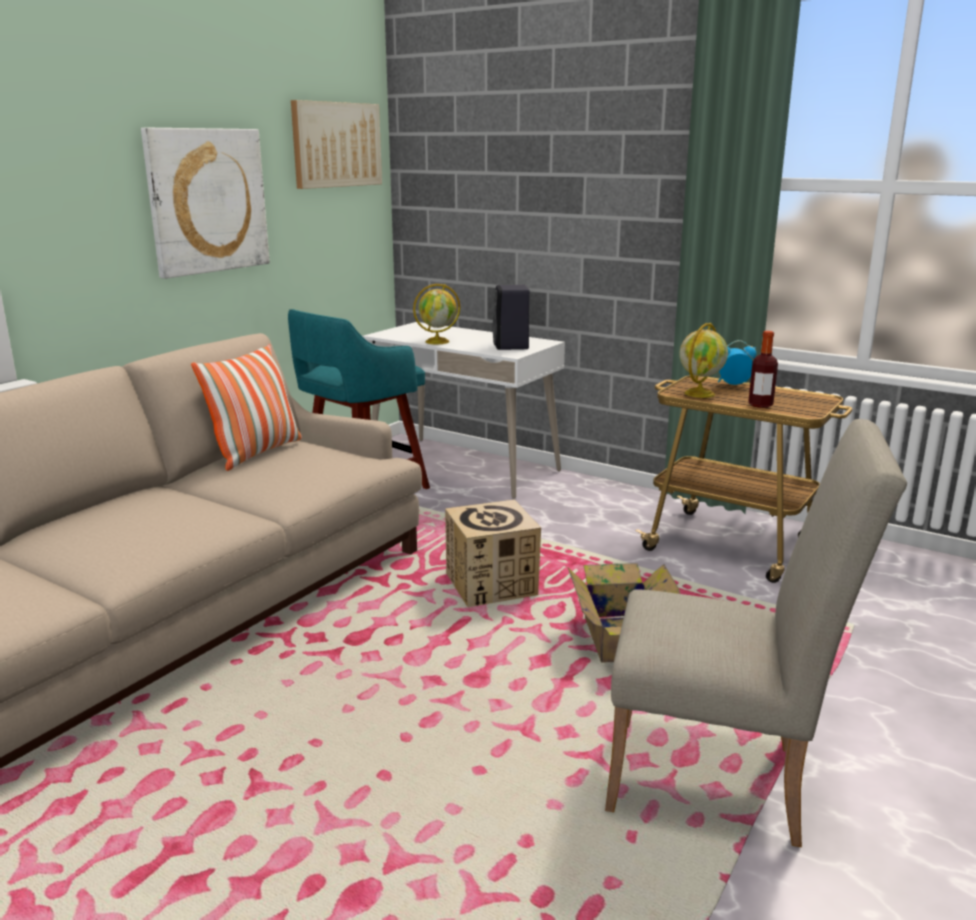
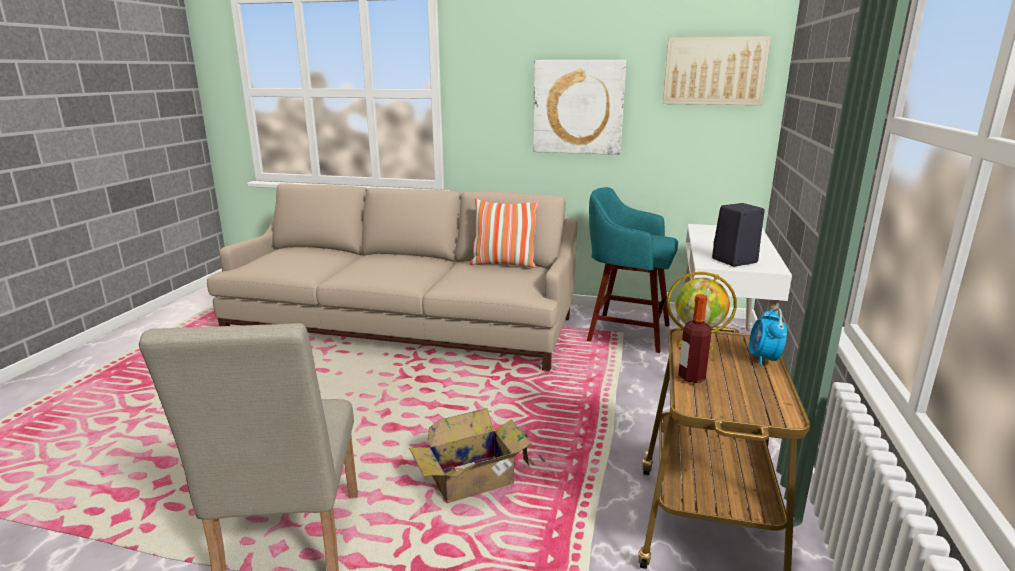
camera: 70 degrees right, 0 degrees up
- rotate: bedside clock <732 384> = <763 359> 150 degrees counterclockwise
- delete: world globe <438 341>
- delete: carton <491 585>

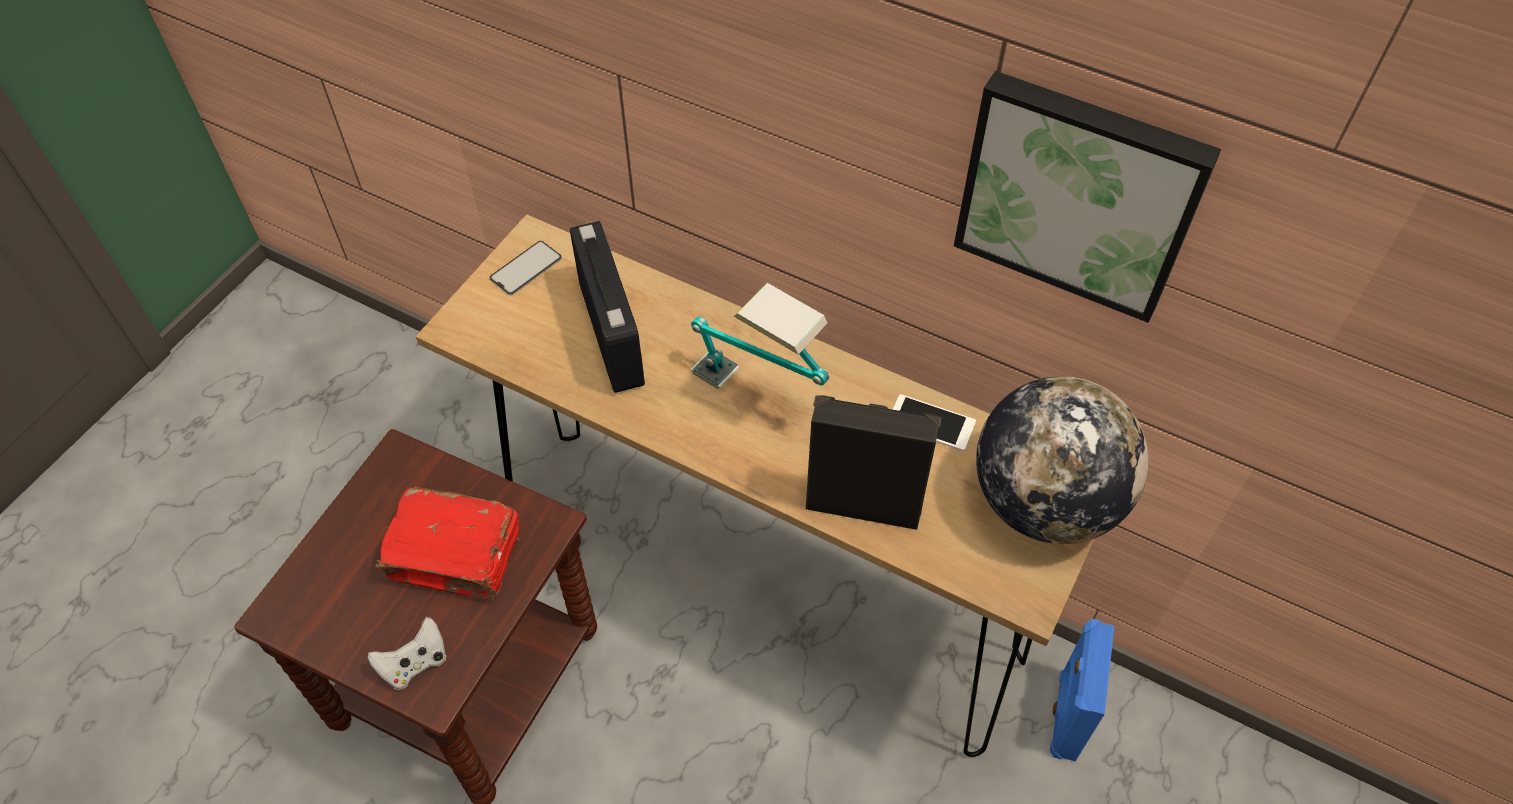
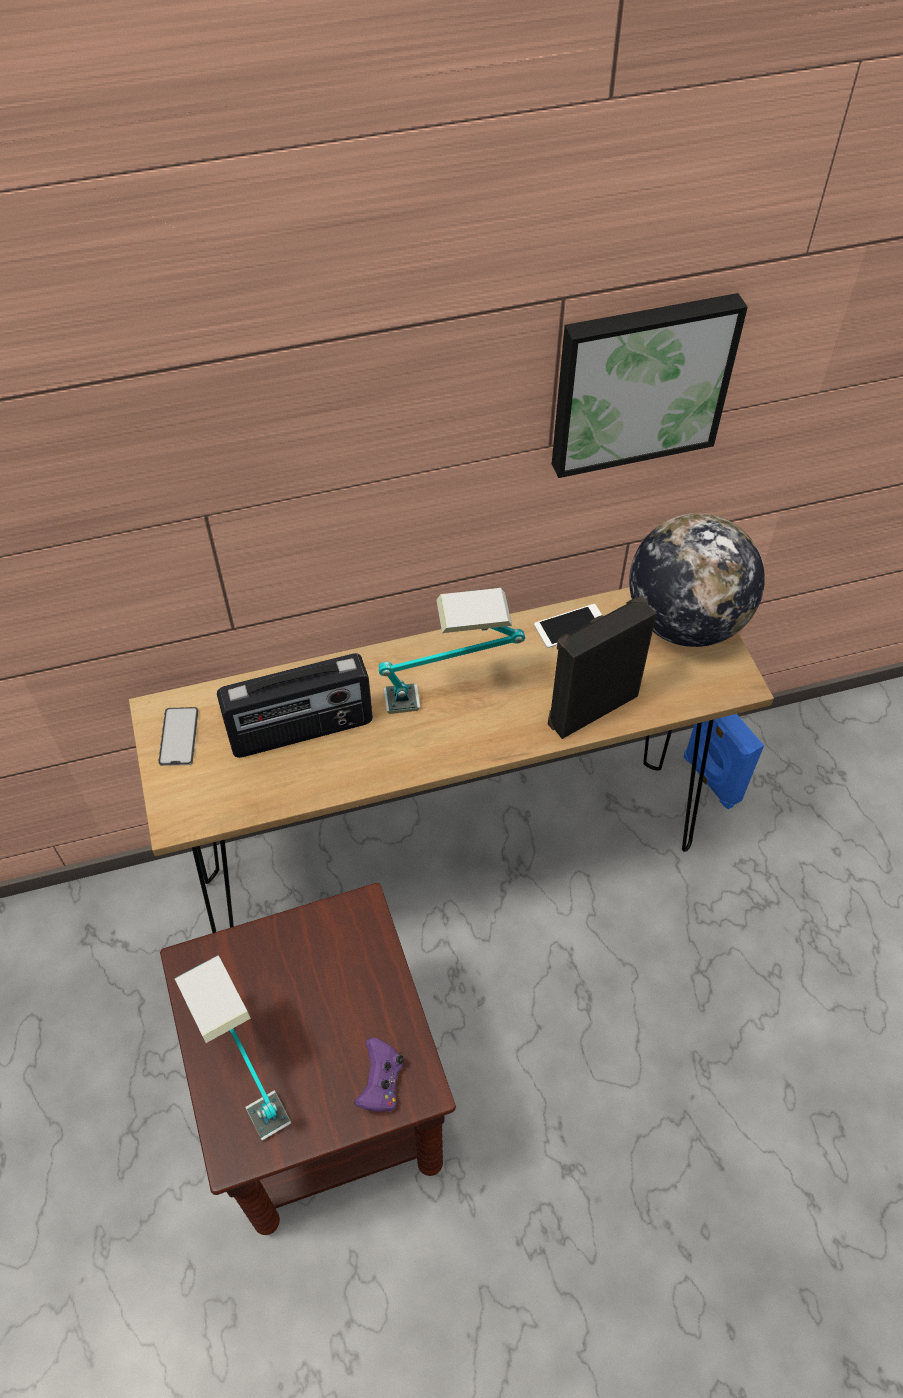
camera: 45 degrees left, 0 degrees up
- insert: tabletop lamp <245 1068>
- rotate: radio set <613 334> = <301 731> 135 degrees clockwise
- recolor: gamepad (whitish) <415 663> to gamepad (purplish) <381 1083>
- delete: bound book (reddish) <456 556>

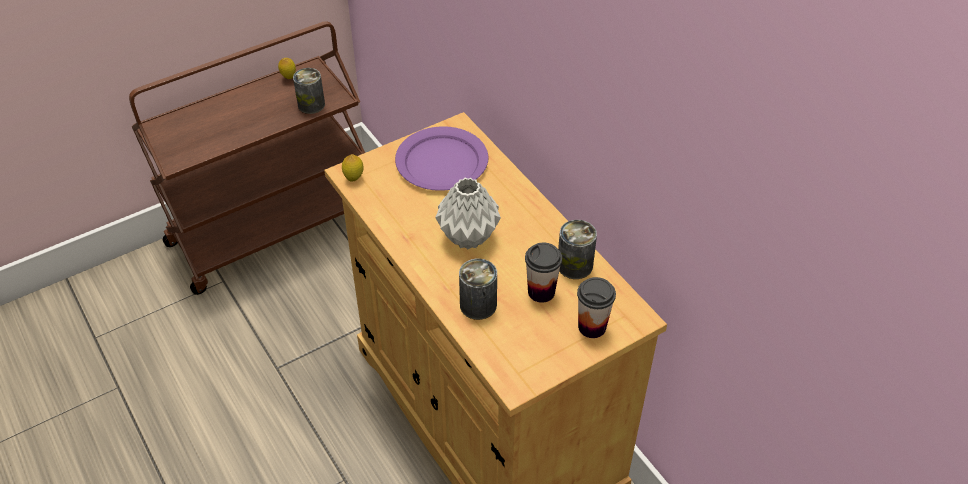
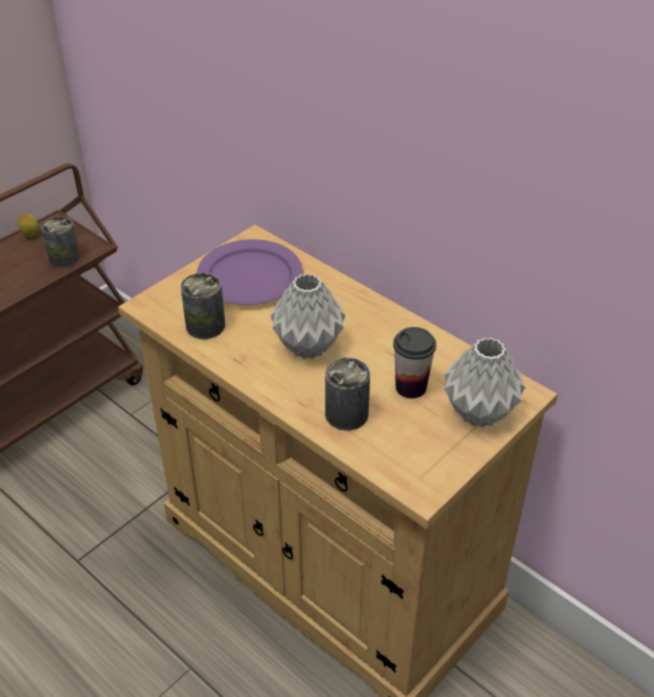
camera: 15 degrees left, 5 degrees down
- move: sealed can <575 265> to <205 326>
- replace: drinking cup <592 327> to flower vase (gray) <480 412>
- delete: citrus fruit <354 178>

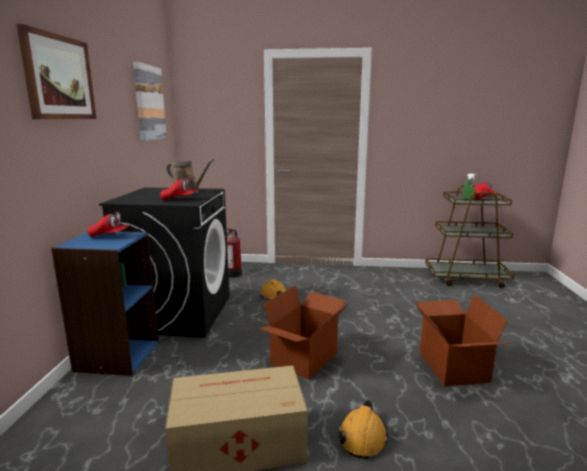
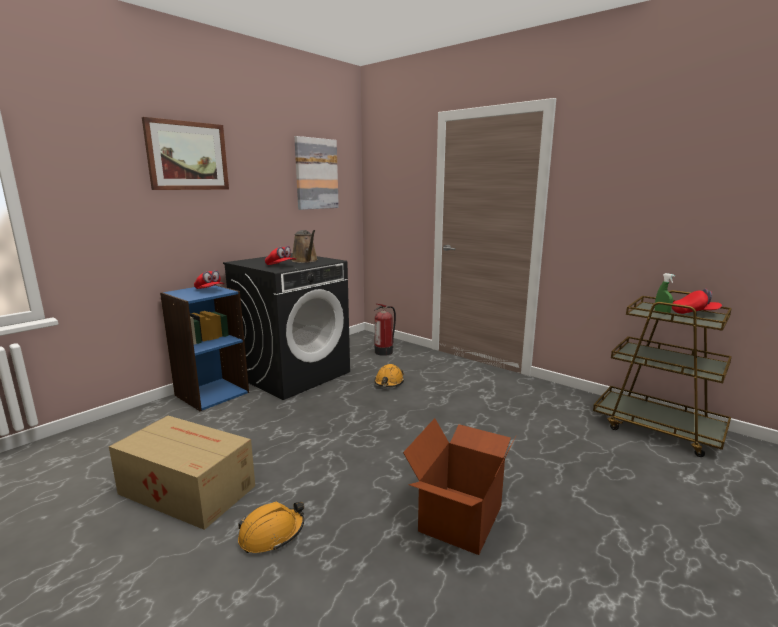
camera: 35 degrees right, 0 degrees up
- delete: carton <305 359>

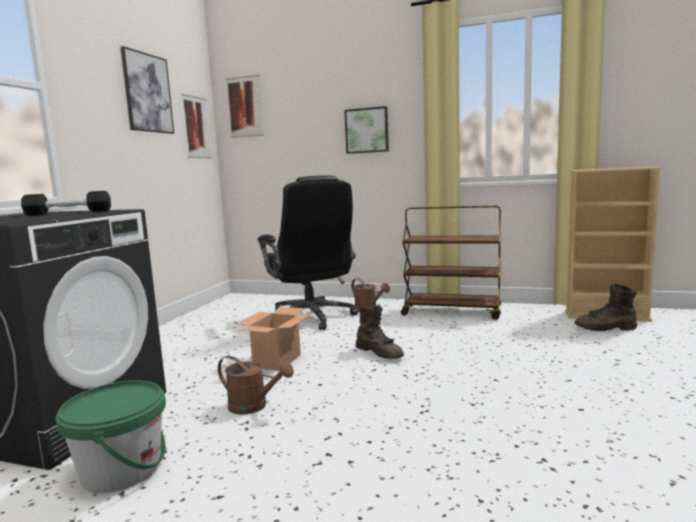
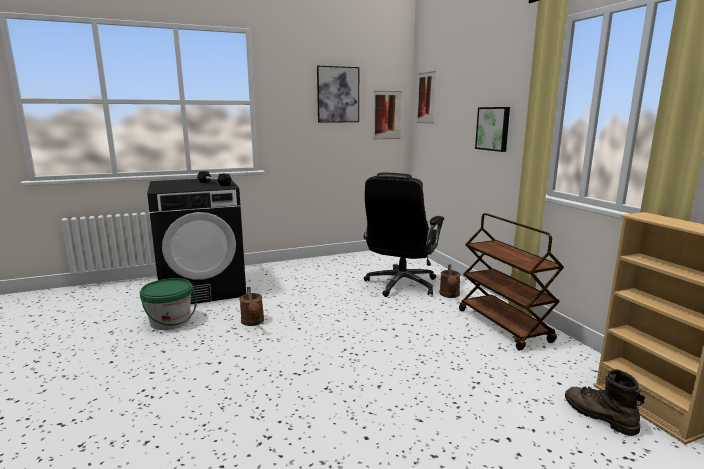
camera: 50 degrees right, 5 degrees up
- delete: carton <277 361>
- delete: high-top boot (brown-coloured) <380 353>

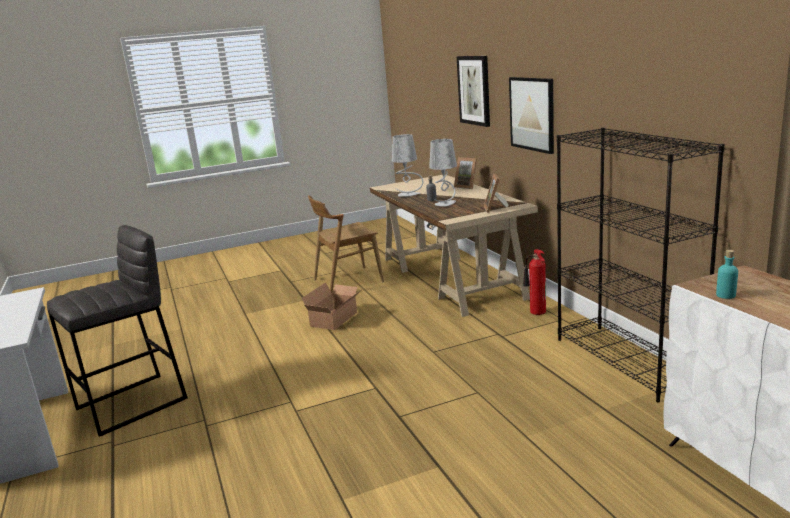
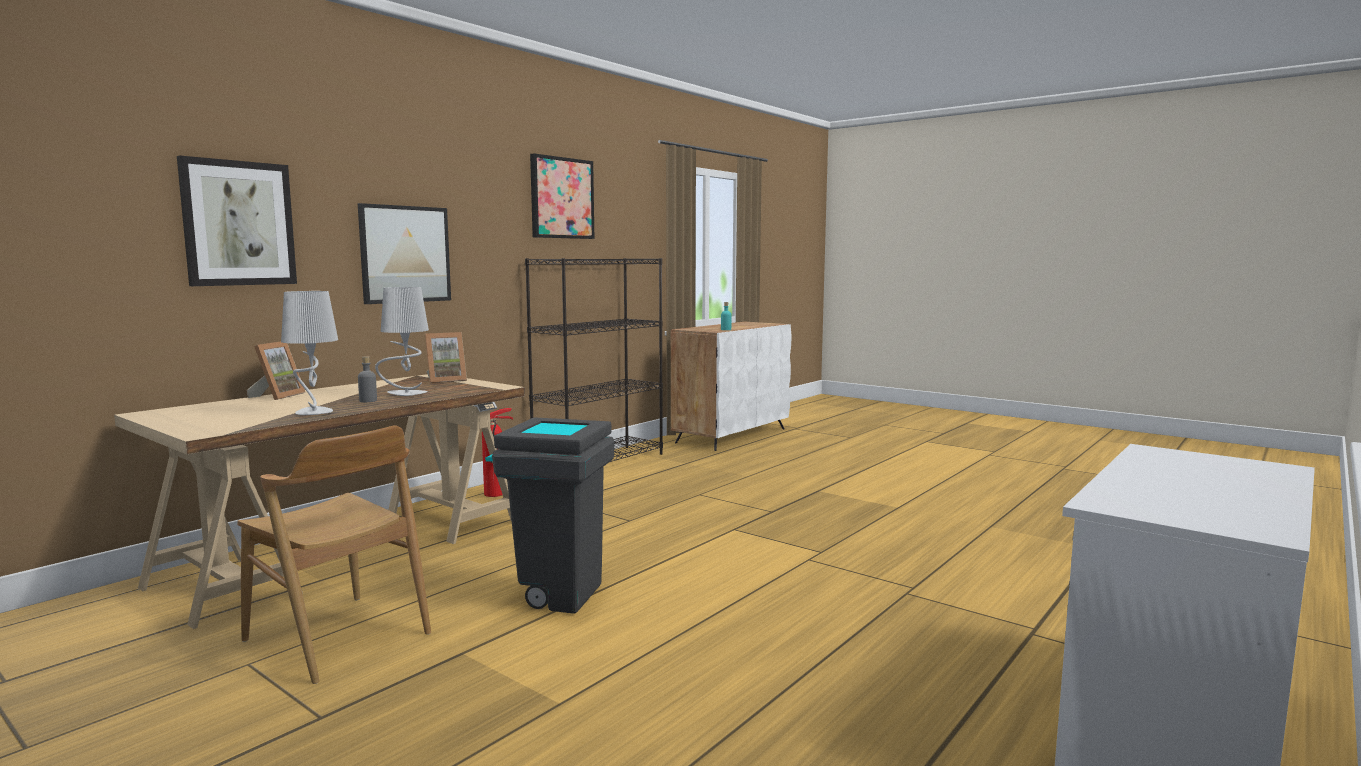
camera: 120 degrees left, 10 degrees down
- replace: carton <336 319> to rubbish bin (gray) <554 596>
- insert: wall picture <561 198>
- delete: stool (gray) <133 403>

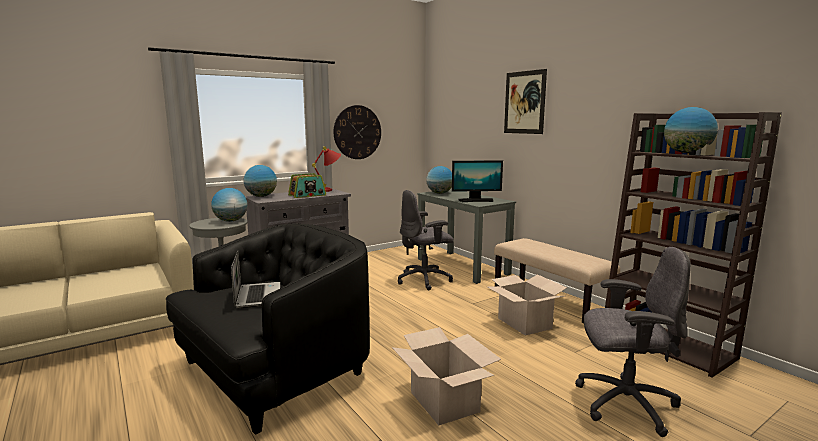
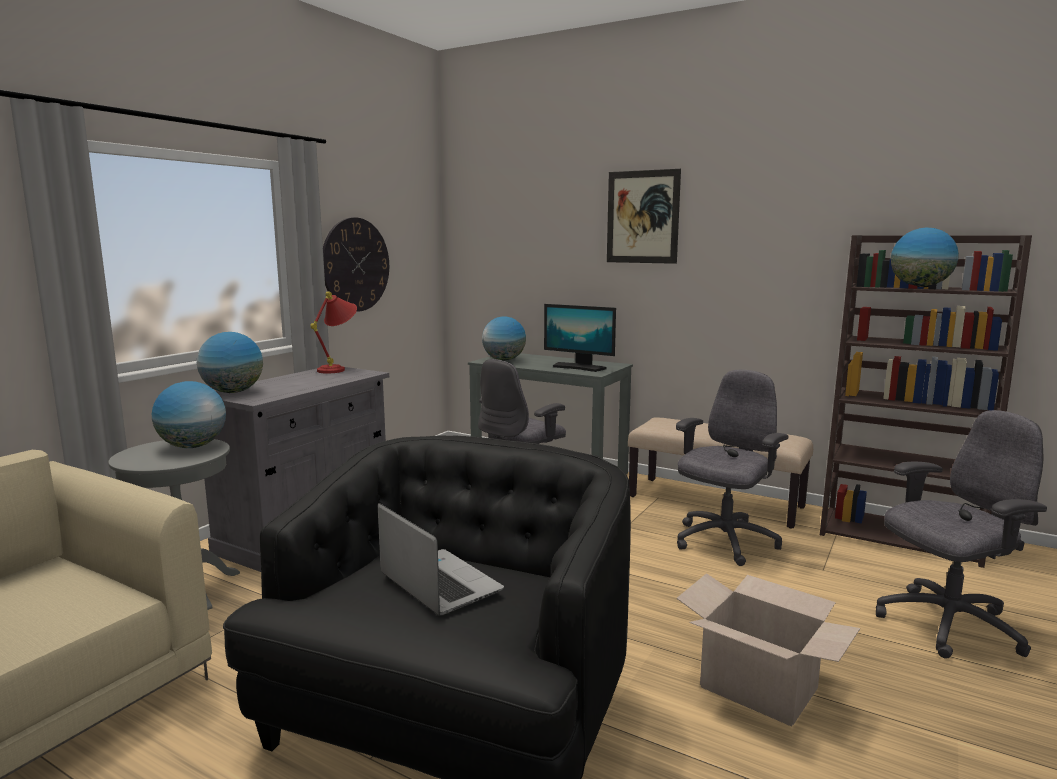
camera: 25 degrees left, 0 degrees up
- rotate: computer display <476 200> = <579 367> 60 degrees clockwise
- replace: carton <525 323> to office chair (gray) <724 542>
- delete: radio set <307 195>

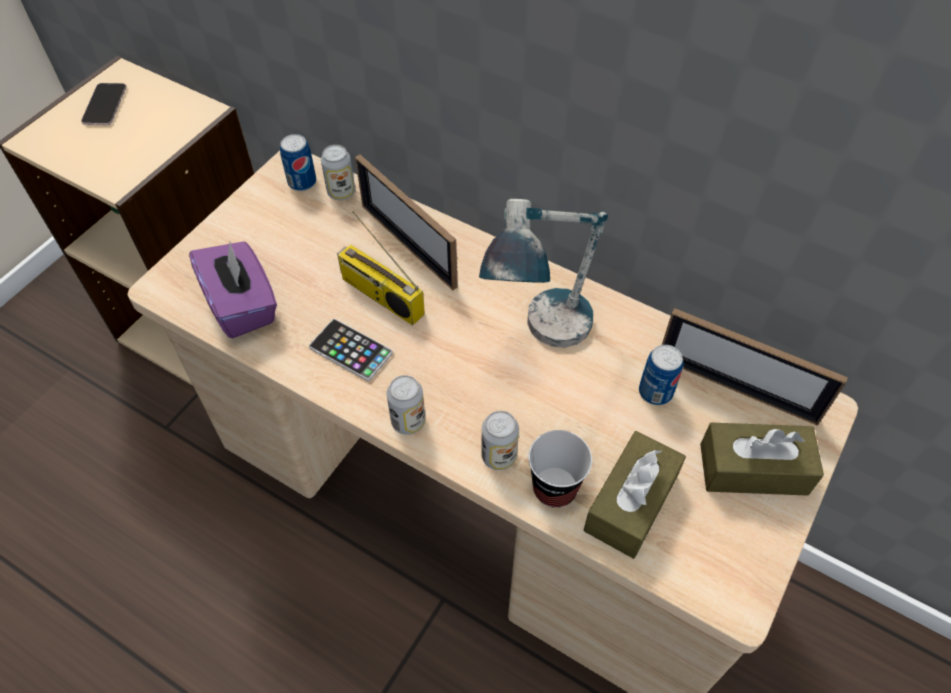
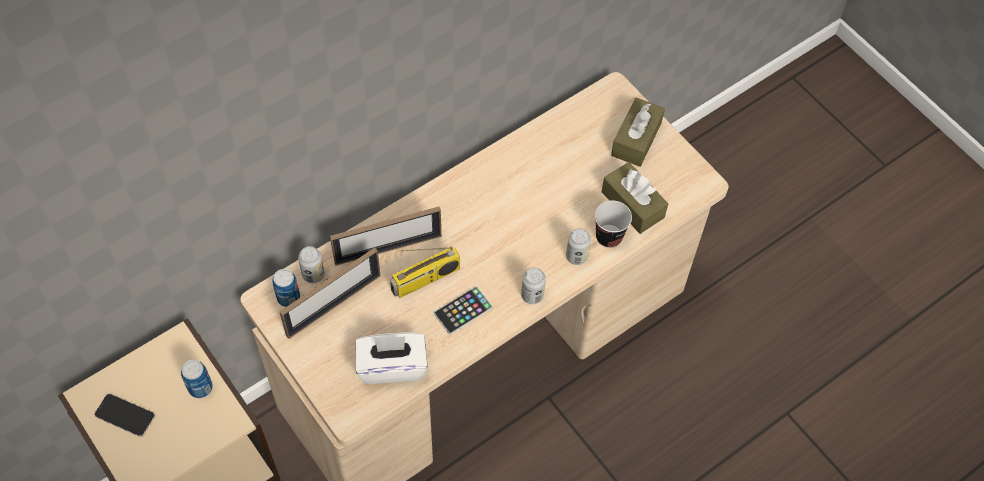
camera: 70 degrees left, 5 degrees up
- move: sealed can <655 392> to <200 387>
- move: standing frame <736 388> to <333 305>
- recolor: tissue holder (purplish) <242 305> to tissue holder (whitish) <392 366>
- delete: tabletop lamp <541 339>

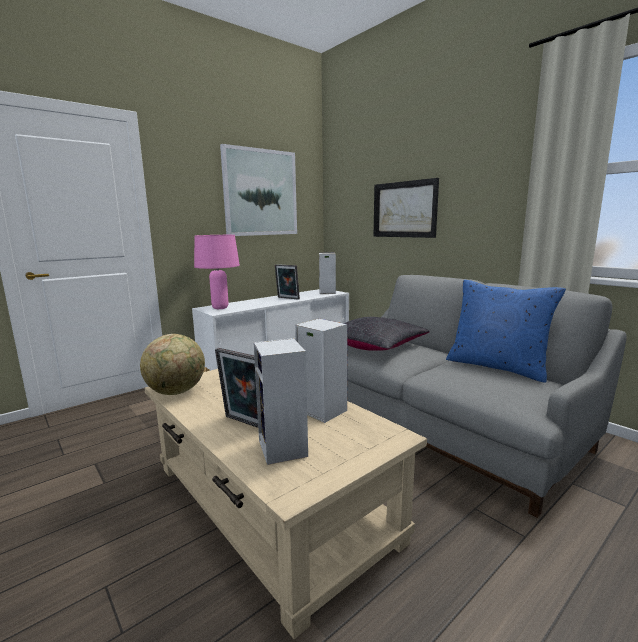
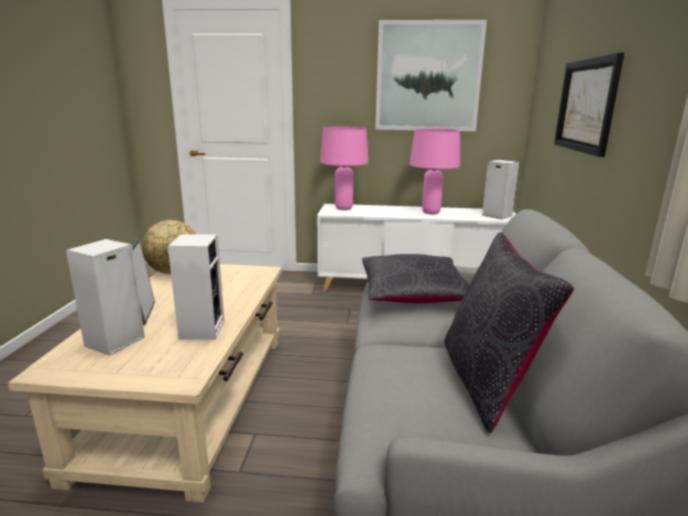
camera: 45 degrees right, 5 degrees up
- replace: standing frame <287 298> to tabletop lamp (pink) <431 213>
- recolor: throw pillow (blue) <497 366> to throw pillow (black-coloured) <487 381>

